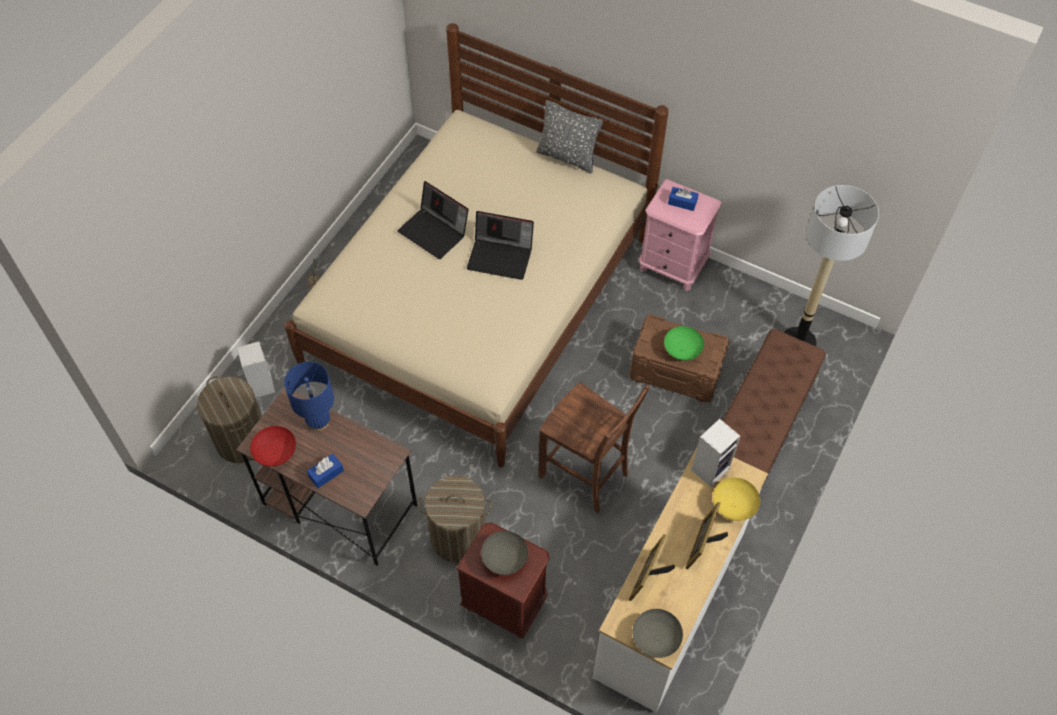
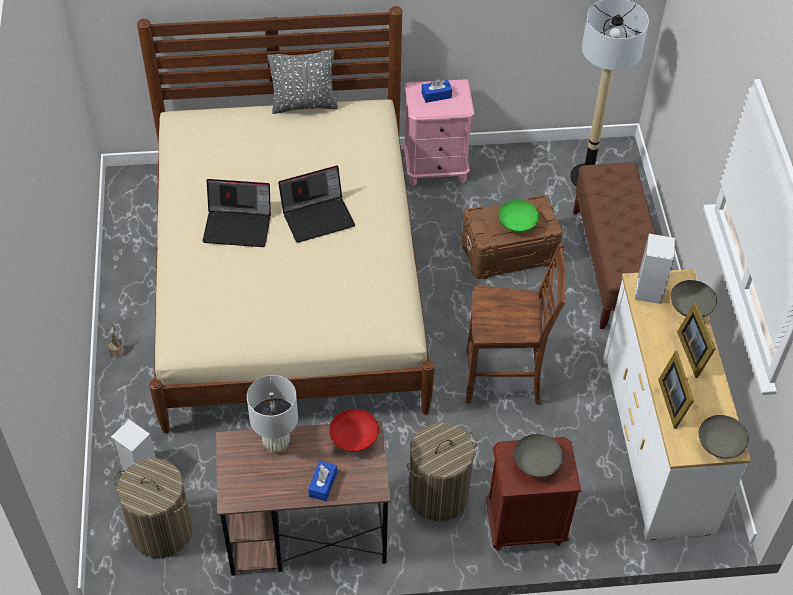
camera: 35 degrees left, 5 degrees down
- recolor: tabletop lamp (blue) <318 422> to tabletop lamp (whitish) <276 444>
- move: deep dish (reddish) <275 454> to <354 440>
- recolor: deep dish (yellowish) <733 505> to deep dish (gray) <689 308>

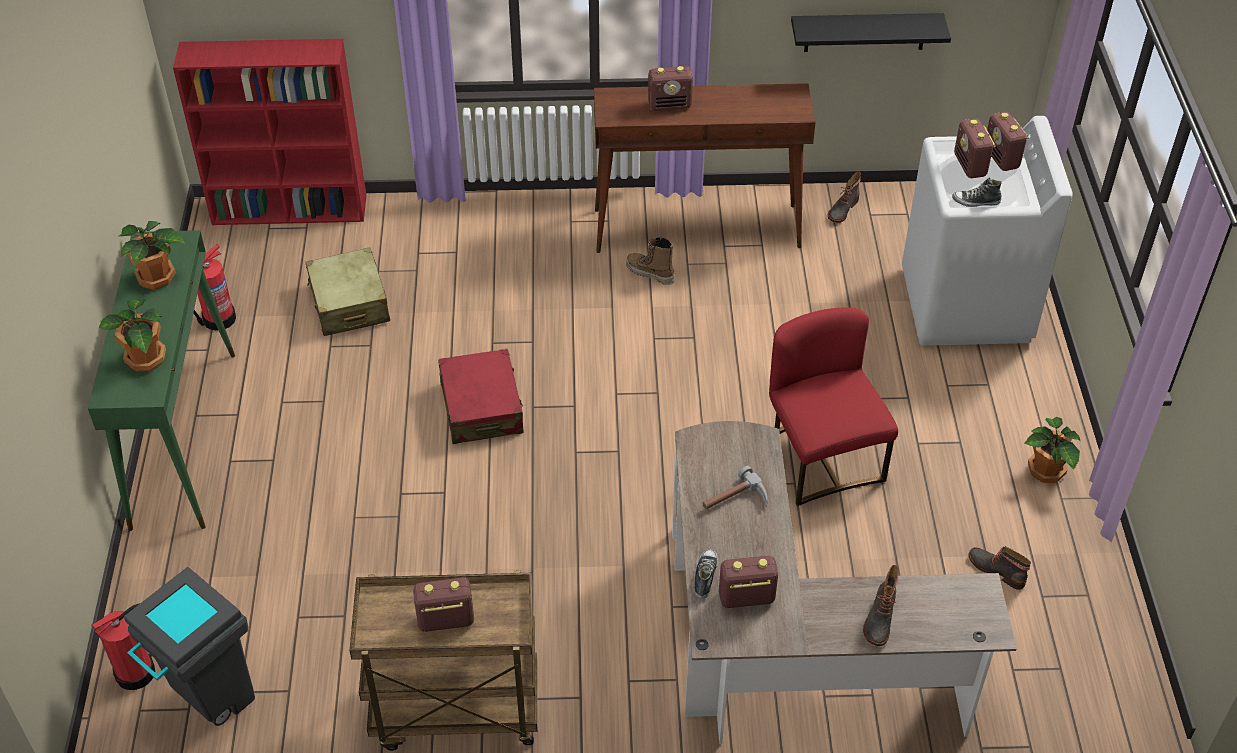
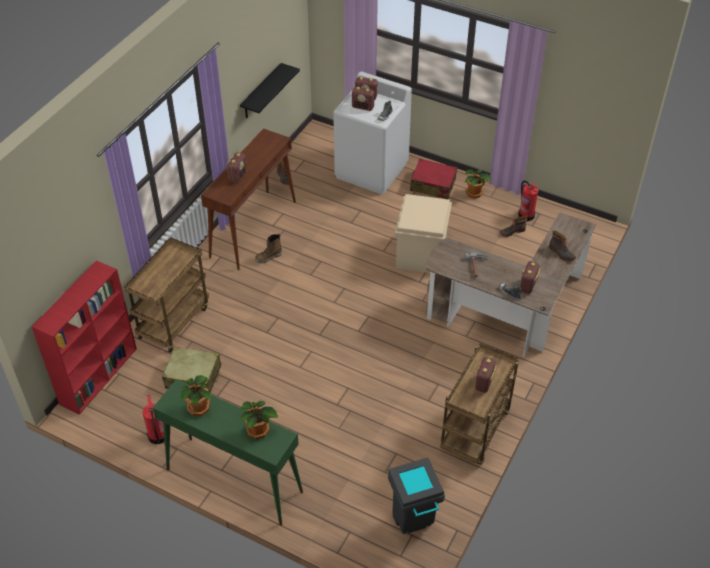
camera: 60 degrees left, 0 degrees up
- insert: cart (brown-coloured) <173 321>
- replace: upright chair (reddish) <822 458> to storage container (beige-coloured) <421 253>
- move: suitcase (reddish) <481 407> to <432 185>
- move: fire extinguisher <137 672> to <526 215>

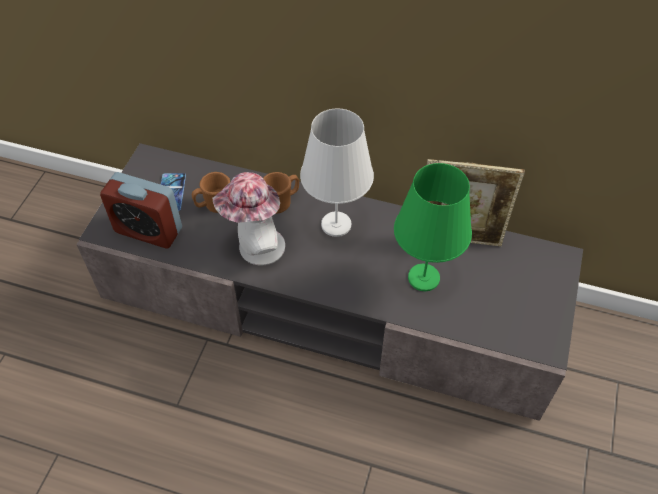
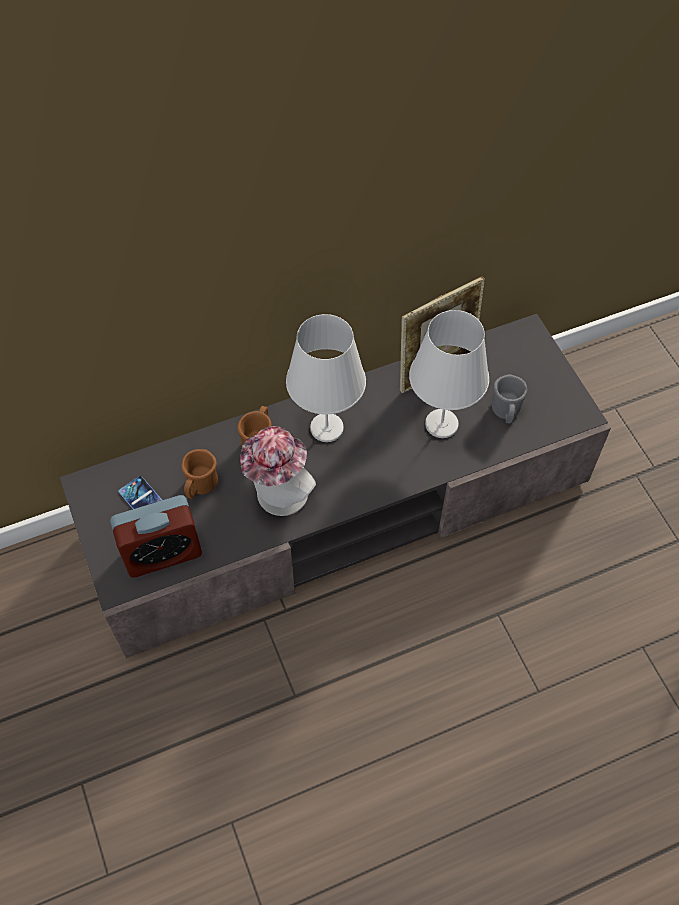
camera: 40 degrees left, 5 degrees up
- recolor: tabletop lamp (green-coloured) <424 277> to tabletop lamp (whitish) <441 423>
- insert: mug (gray) <505 412>

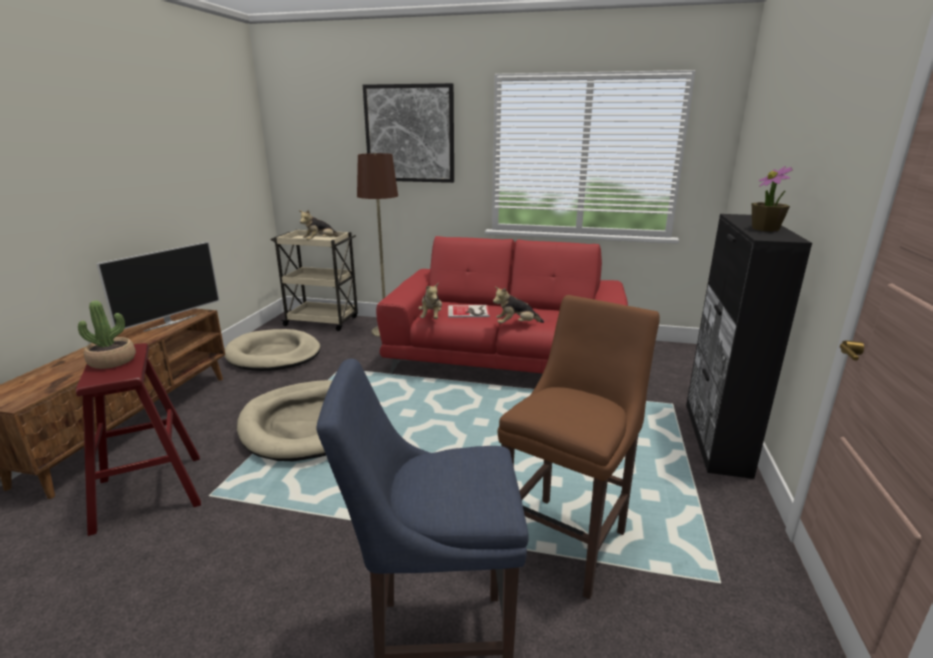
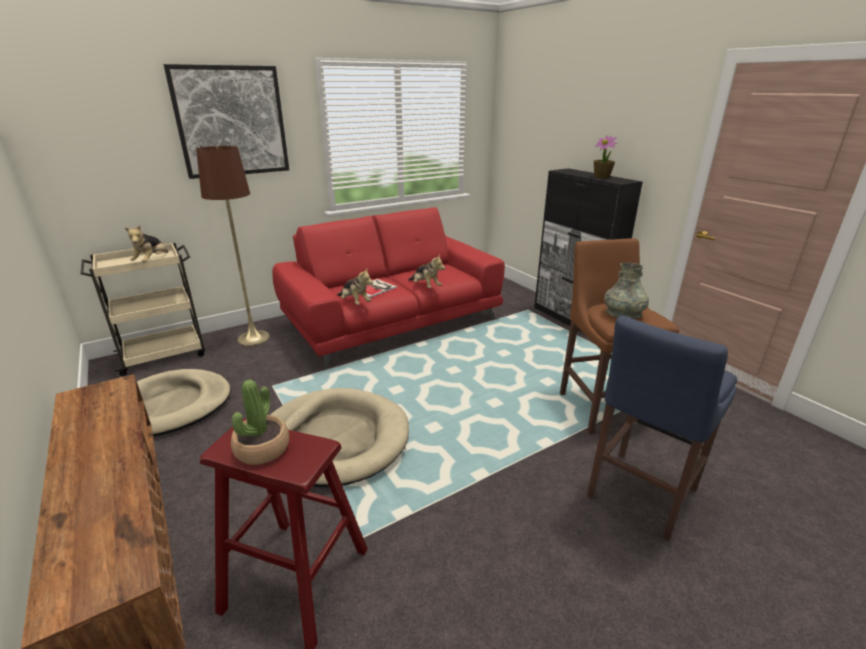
camera: 45 degrees left, 5 degrees up
- rotate: plush toy <516 325> = <425 286> 75 degrees counterclockwise
- insert: flower vase (gray) <623 314>
- delete: TV set <170 322>

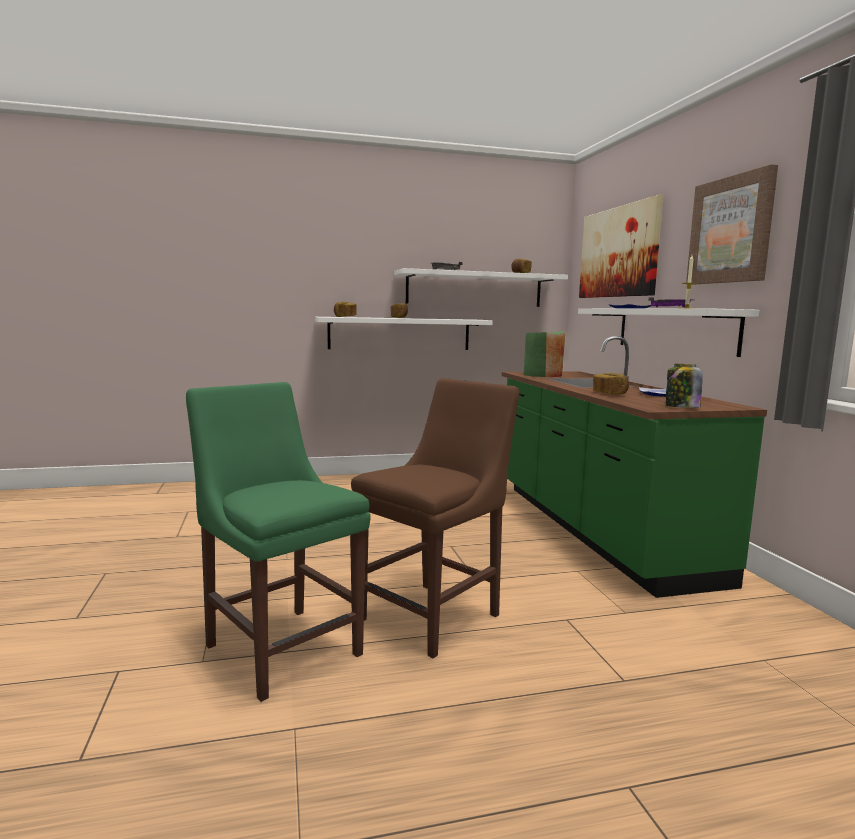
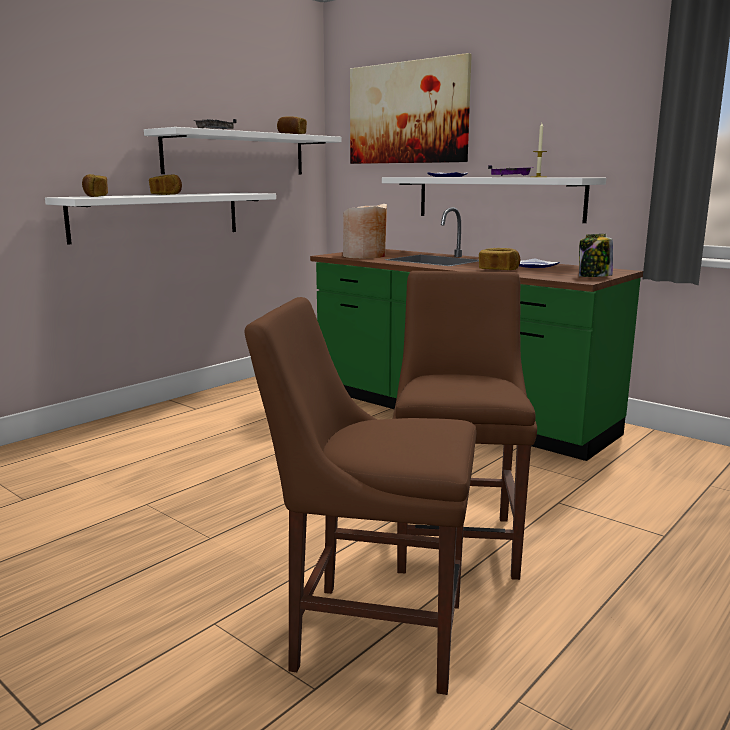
camera: 35 degrees left, 5 degrees up
- recolor: upright chair (green-coloured) <280 646> to upright chair (brown-coloured) <369 633>
- recolor: flower vase (green-coloured) <543 375> to flower vase (beige-coloured) <365 256>
- delete: wall picture <730 230>

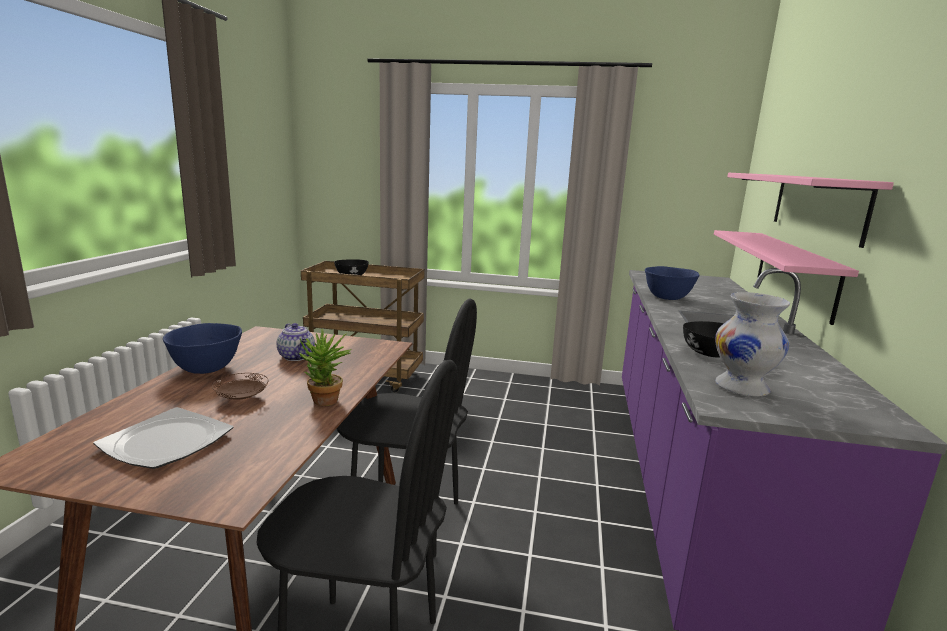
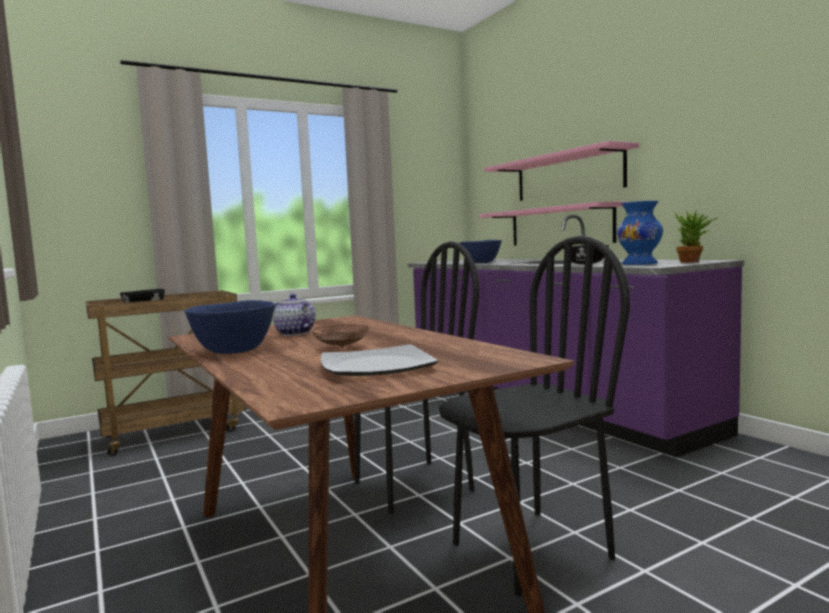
camera: 40 degrees left, 10 degrees down
- rotate: pot for tea <297 357> = <294 333> 150 degrees counterclockwise
- recolor: flower vase (whitish) <743 387> to flower vase (blue) <640 264>
- move: houseplant <325 403> to <693 262>

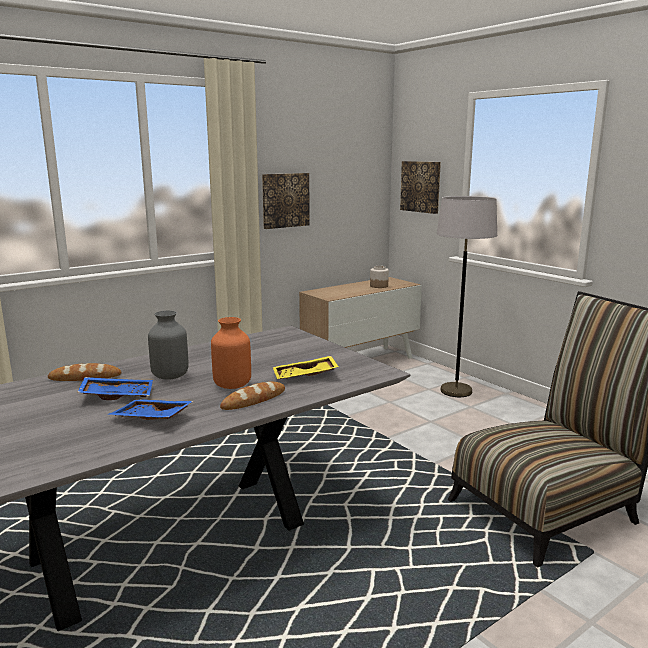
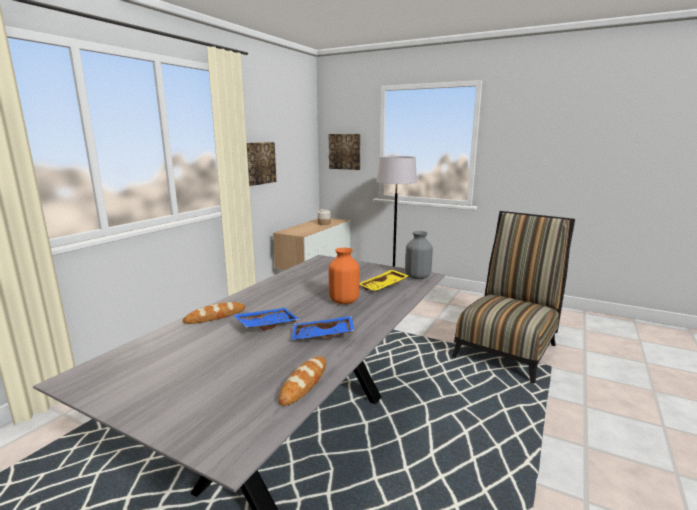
camera: 25 degrees left, 0 degrees up
- move: baked bread <253 400> to <304 383>
- move: flower vase (gray) <169 376> to <417 277>

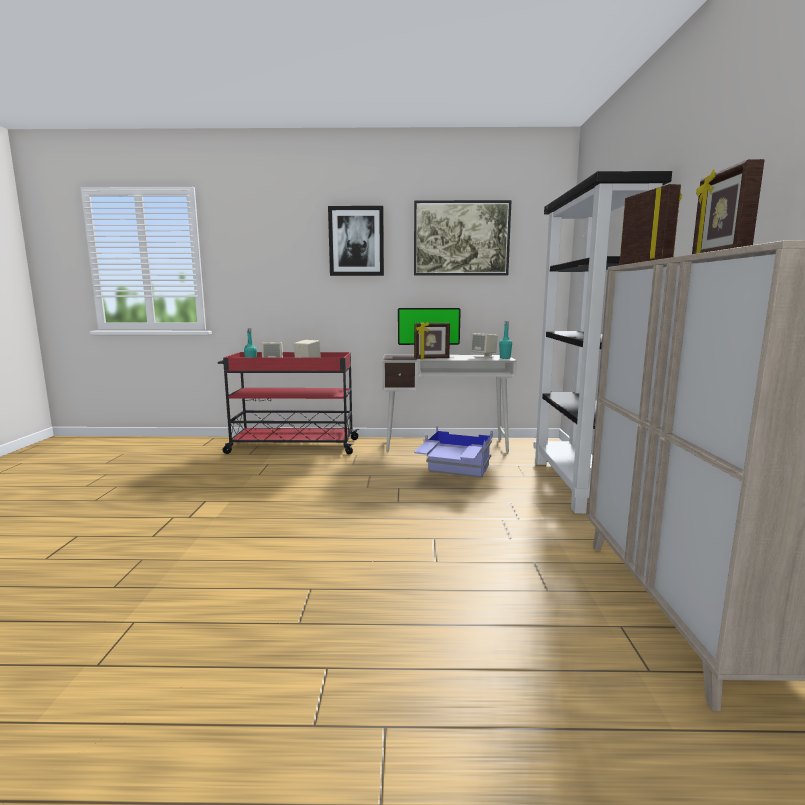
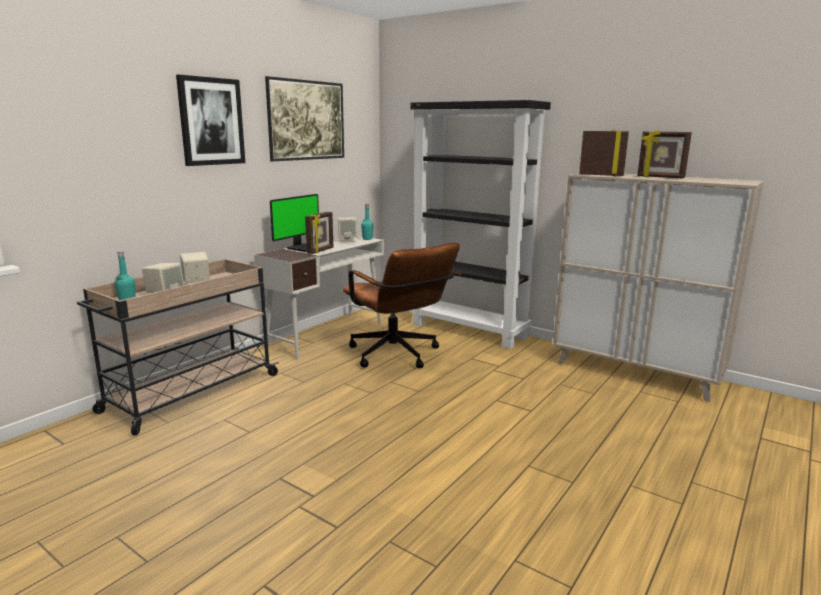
camera: 55 degrees left, 5 degrees up
- recolor: cart (reddish) <292 446> to cart (beige-coloured) <190 393>
- replace: storage container (blue) <453 476> to office chair (brown-coloured) <398 356>

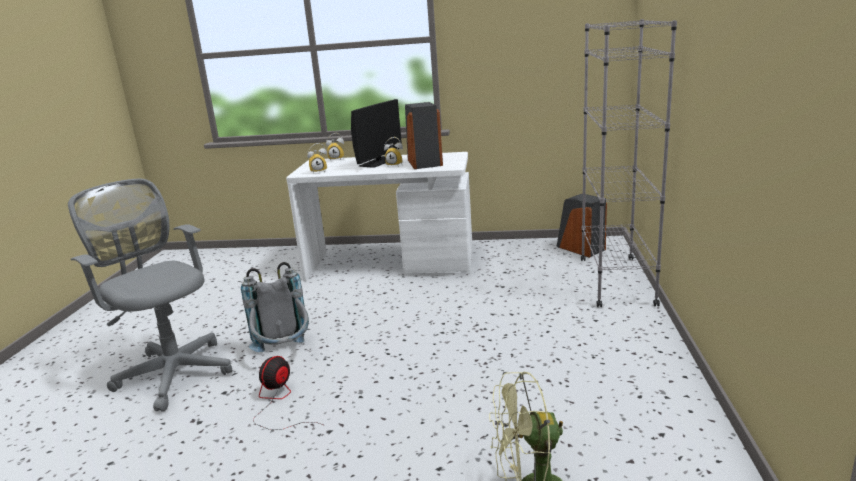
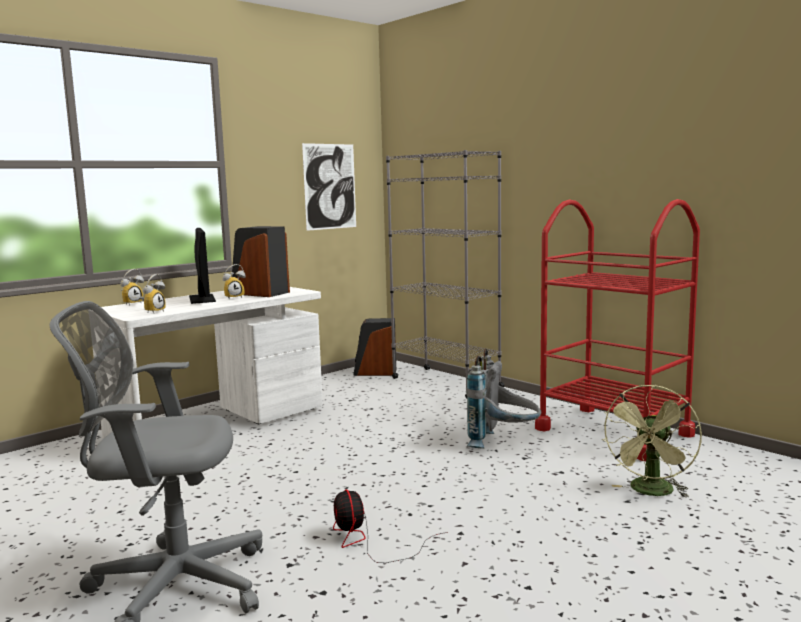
camera: 50 degrees left, 10 degrees down
- insert: wall picture <330 186>
- move: backpack (gray) <285 355> to <503 444>
- insert: cart (reddish) <613 432>

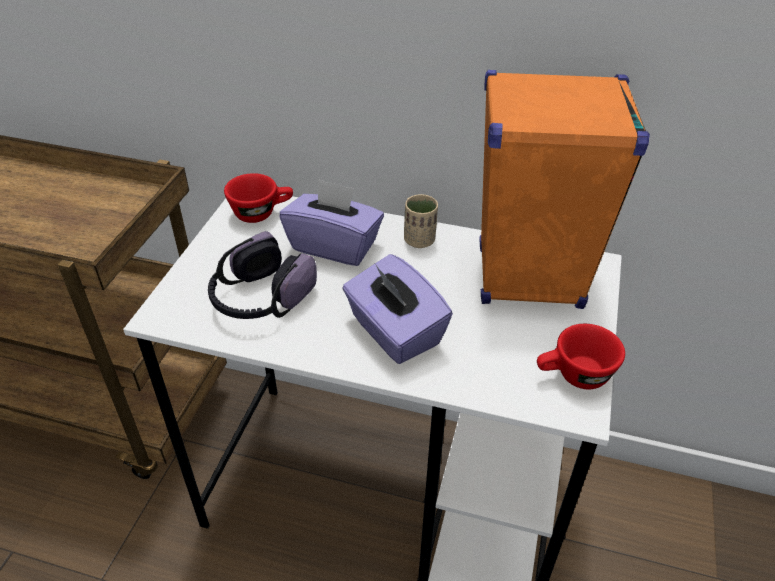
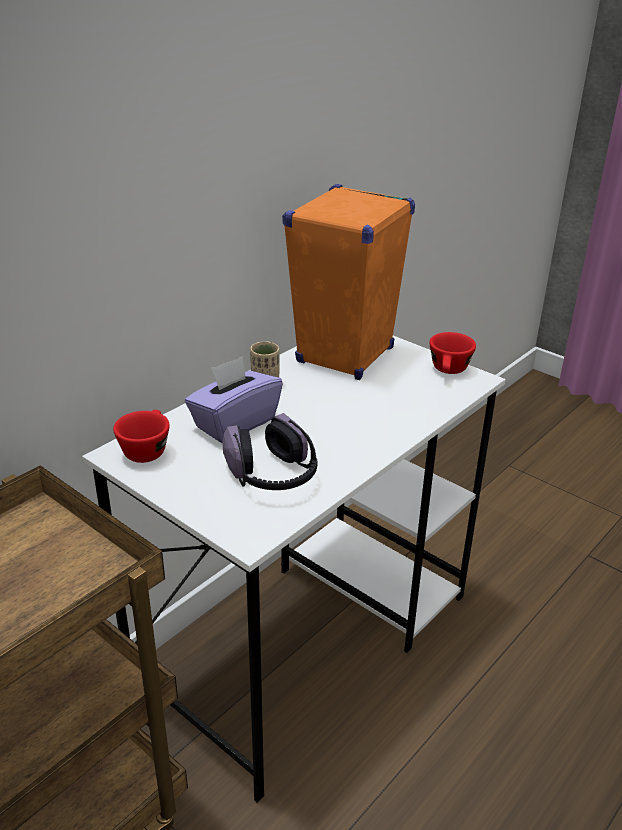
camera: 65 degrees left, 10 degrees down
- delete: tissue holder (purplish) <394 332>

